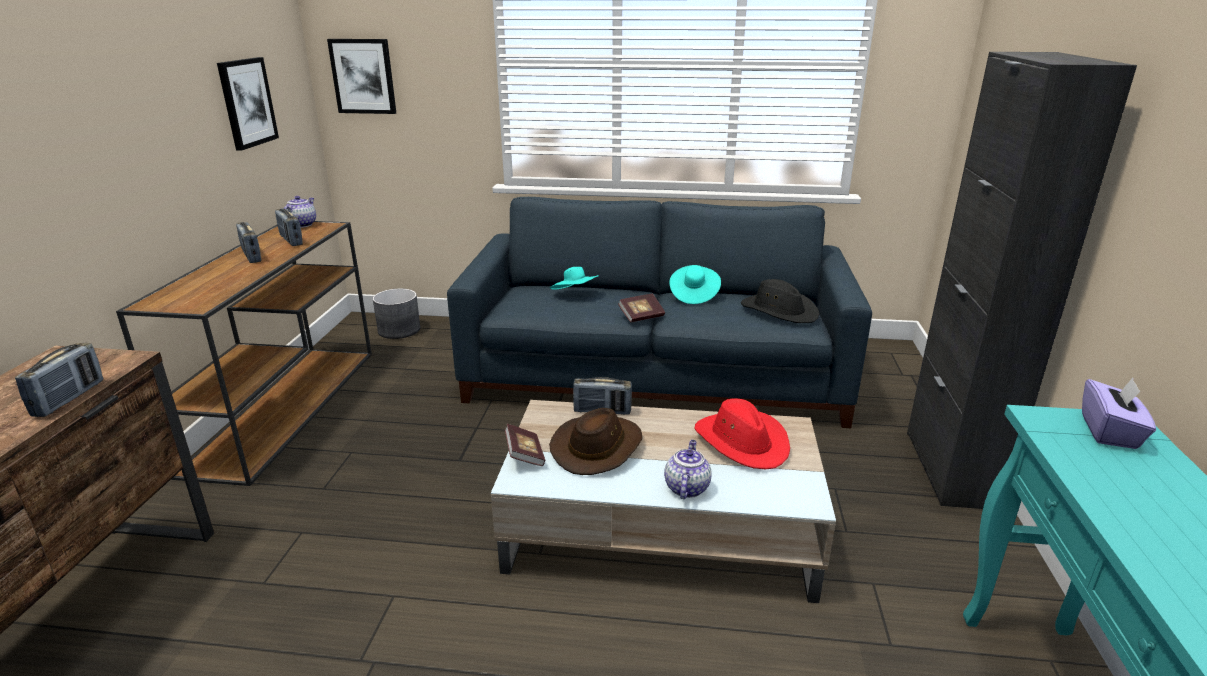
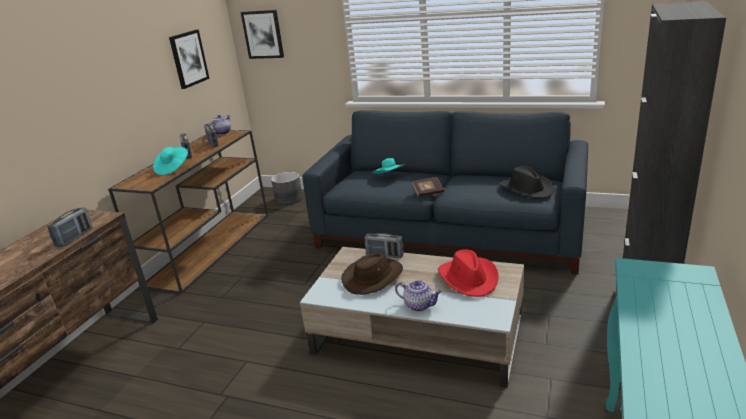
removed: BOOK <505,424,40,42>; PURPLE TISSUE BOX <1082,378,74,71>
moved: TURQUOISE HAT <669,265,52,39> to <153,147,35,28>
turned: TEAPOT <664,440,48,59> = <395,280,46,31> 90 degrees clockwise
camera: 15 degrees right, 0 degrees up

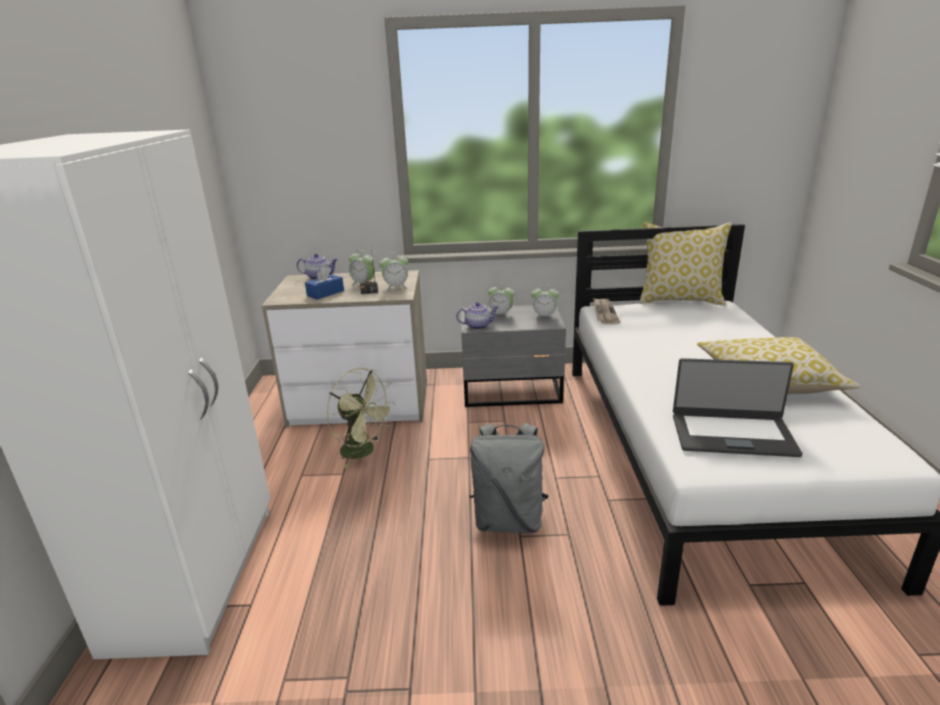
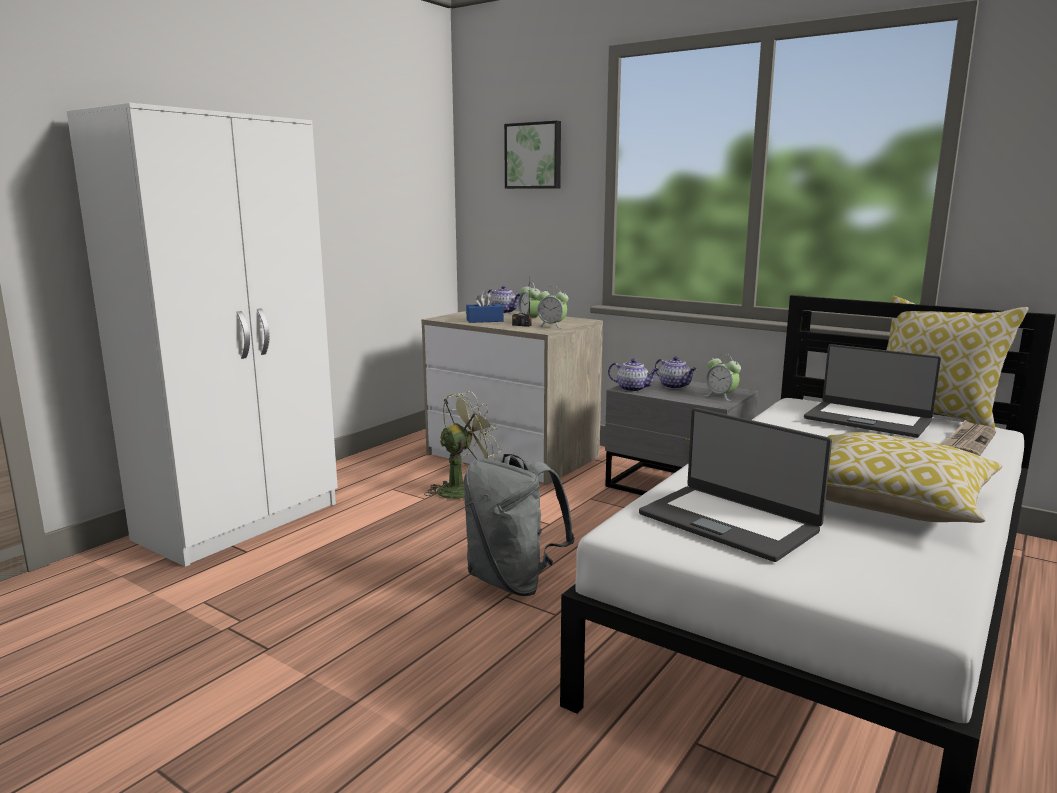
added: PICTURE <504,121,57,68>; LAPTOP <804,344,137,94>
moved: NEWSPAPER <593,298,27,26> to <942,420,54,36>
replaced: ALARM CLOCK <488,283,26,35> to TEAPOT <655,356,41,33>
turned: GREEN FAN <327,368,69,100> = <424,391,77,108> 105 degrees counterclockwise
camera: 35 degrees right, 10 degrees down

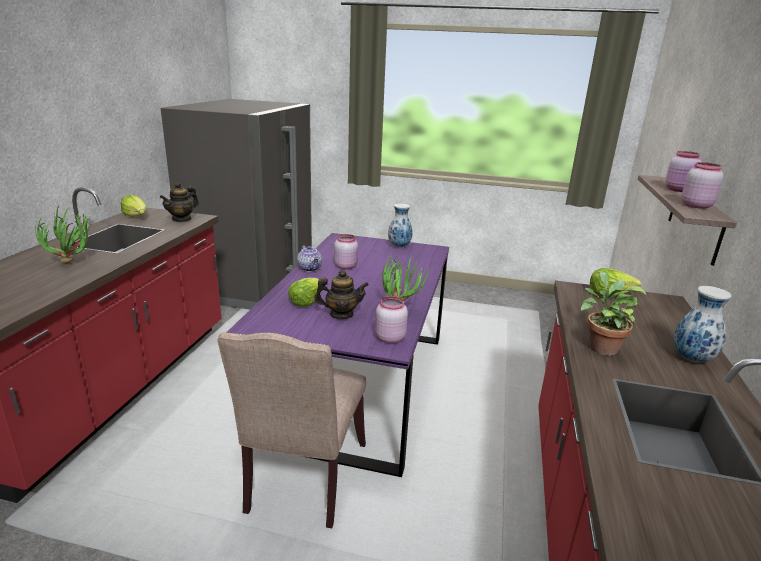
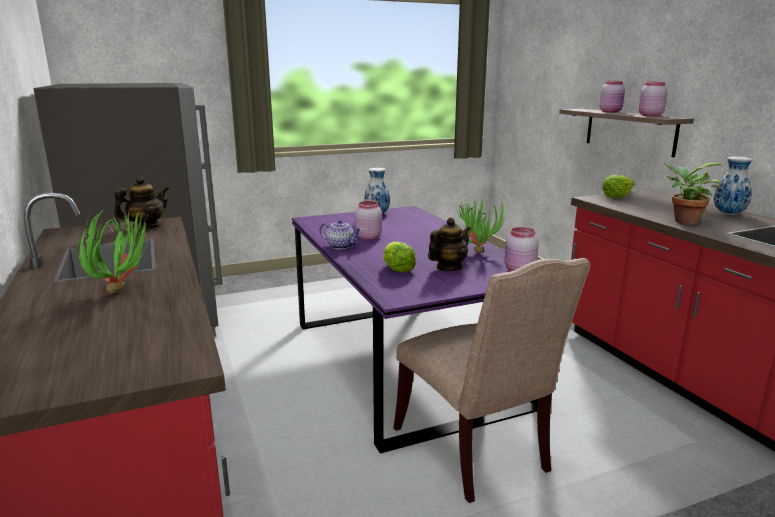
removed: LETTUCE <120,195,27,22>
turned: TEAPOT <160,182,39,40> = <114,176,55,53> 135 degrees counterclockwise
camera: 35 degrees left, 5 degrees down

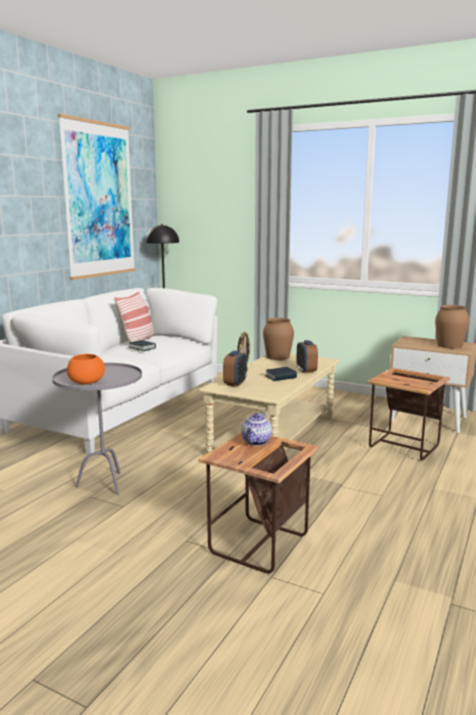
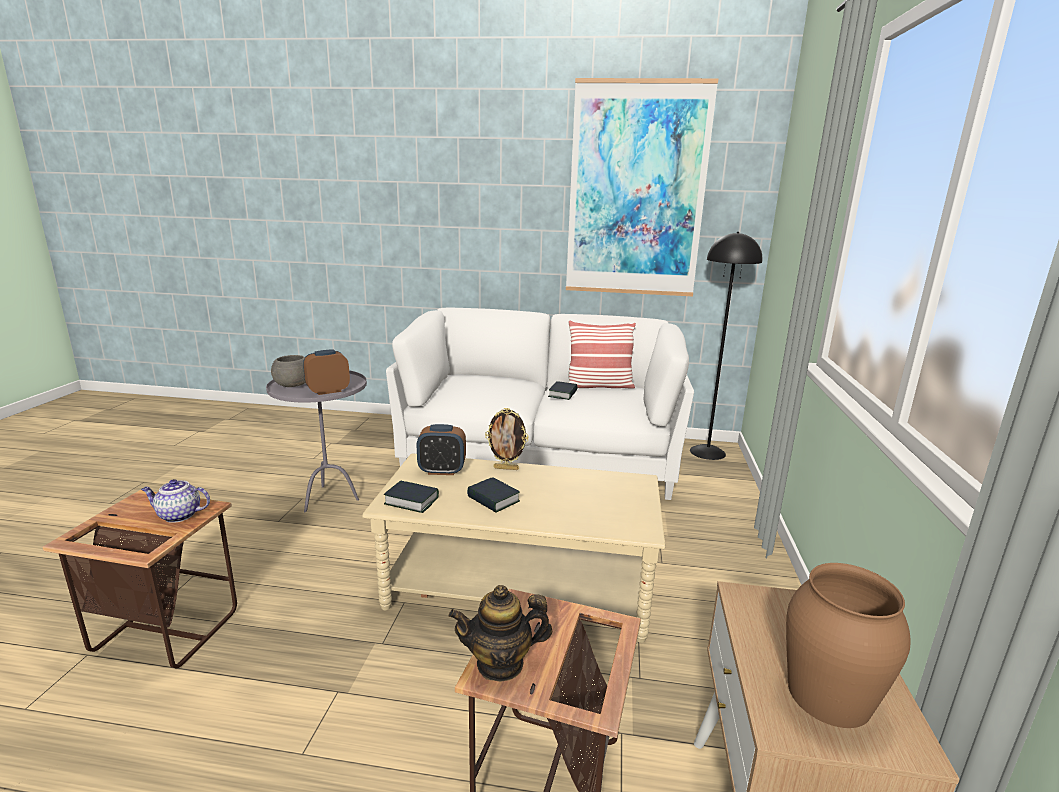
removed: BROWN VASE <263,318,31,42>
added: BOOK <384,480,55,33>; TEAPOT <449,585,103,97>
moved: ALARM CLOCK <297,340,21,33> to <303,349,47,46>
recoloured: ORANGE BOWL <67,354,38,31> to GREY BOWL <271,355,35,32>
camera: 70 degrees right, 5 degrees up

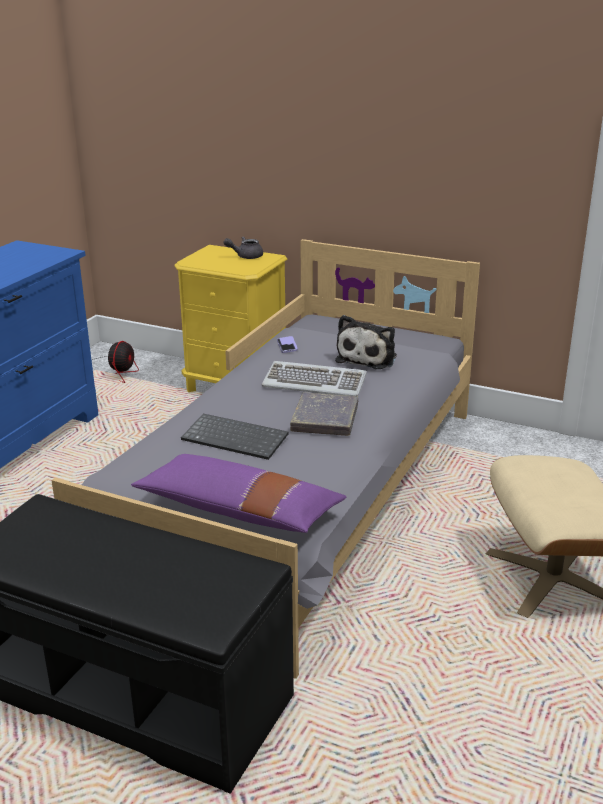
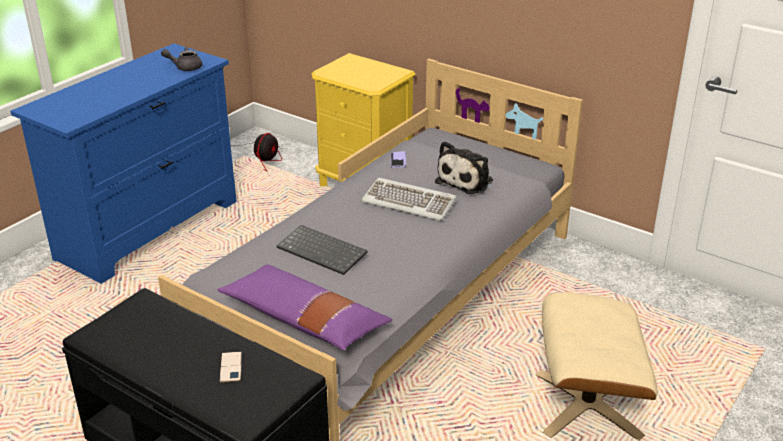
removed: GREY BOOK <290,392,68,44>
added: PHONE <220,352,22,30>
moved: GREY TEAPOT <223,236,40,23> to <161,47,41,24>
camera: 10 degrees right, 5 degrees up

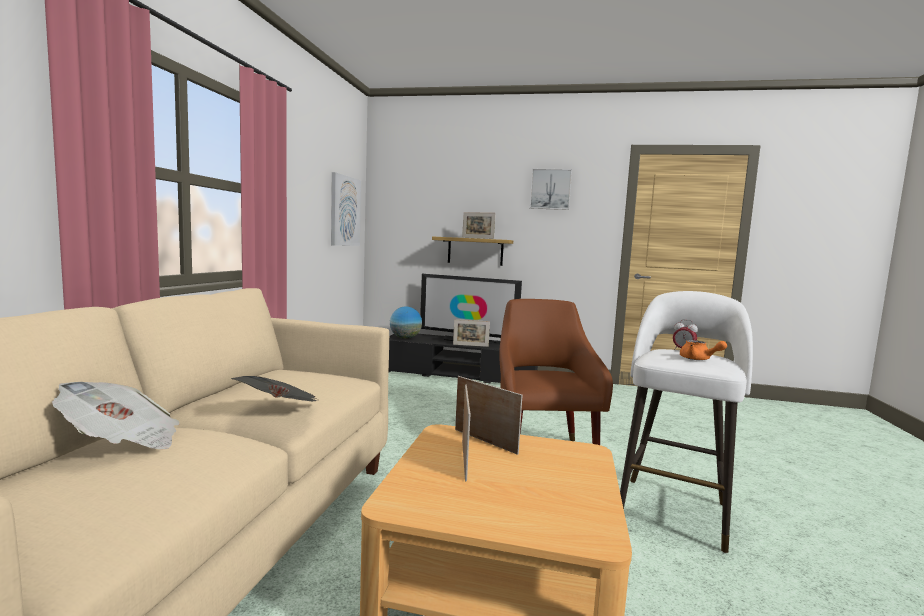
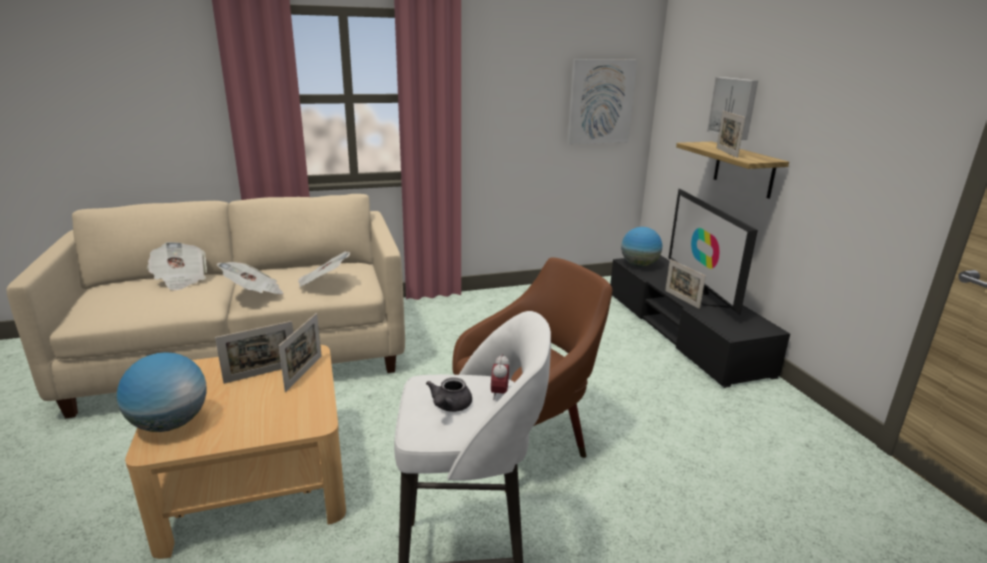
added: GLOBE <117,352,89,80>; NEWSPAPER <298,251,52,36>
moved: PICTURE <530,169,42,41> to <707,77,51,63>
recoloured: ORANGE TEAPOT <680,340,47,20> to GREY TEAPOT <426,377,46,35>
camera: 60 degrees right, 15 degrees up

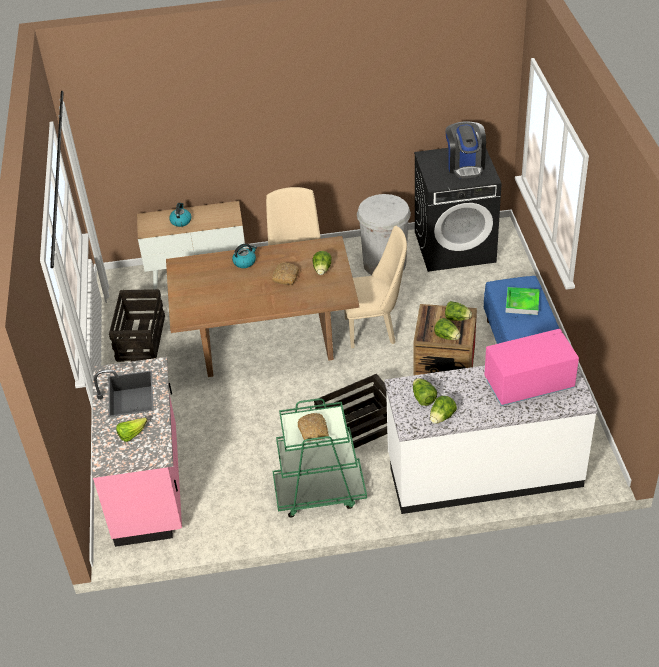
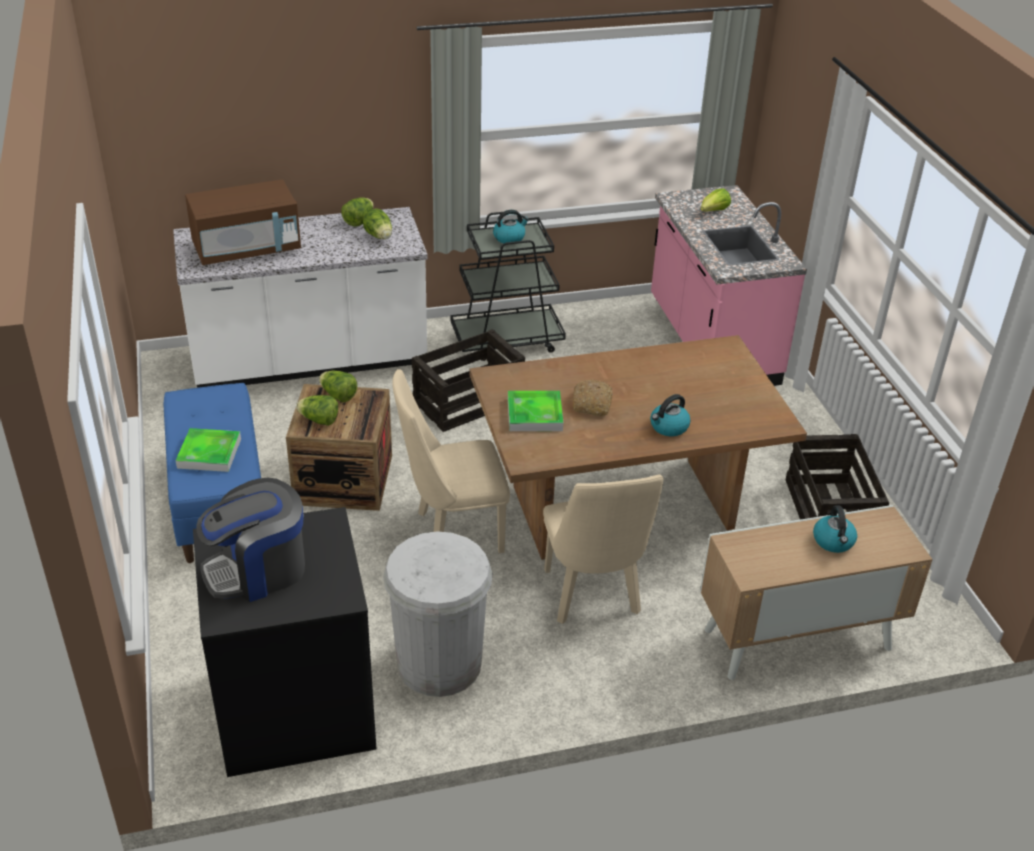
replaced: BREAD <298,413,31,29> to KETTLE <493,210,36,33>; LETTUCE <313,251,19,24> to TRAY <508,391,55,40>
recoloured: PINK MICROWAVE <484,329,95,77> to BROWN MICROWAVE <185,180,116,85>; GREEN CART <273,398,94,119> to BLACK CART <451,212,115,149>
turned: COFFEE MACHINE <446,121,40,57> = <196,477,109,125> 105 degrees counterclockwise
camera: 170 degrees right, 5 degrees down

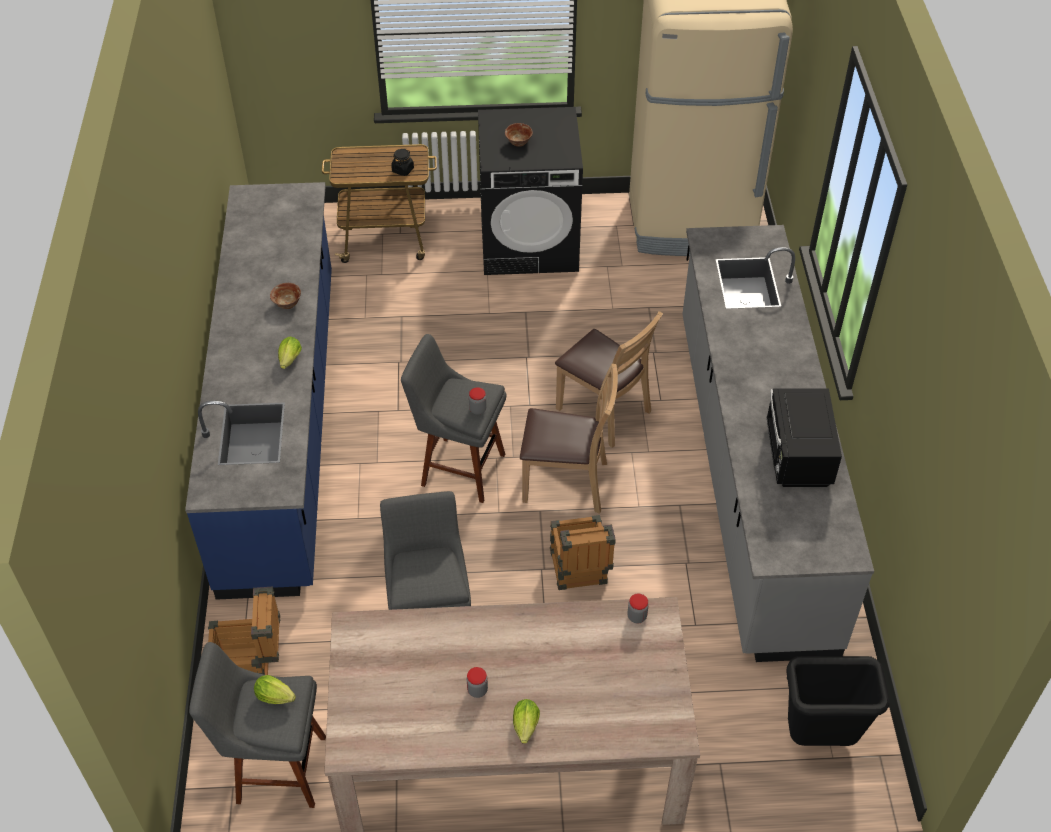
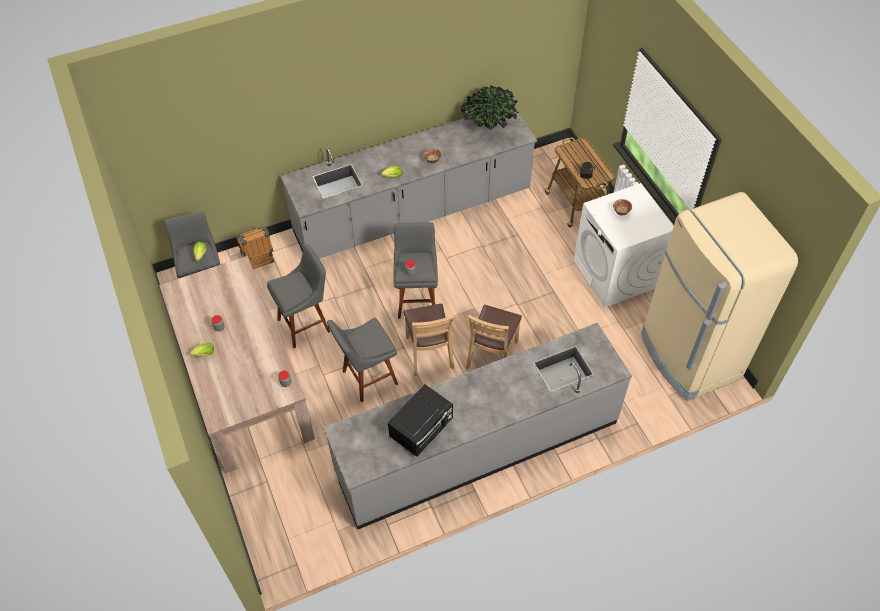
removed: BLACK TRASH CAN <786,656,104,90>
added: POTTED PLANT <461,85,57,45>
replaced: CRATE <550,515,66,75> to GREY STOOL <327,318,71,84>
recoloured: BLUE COUNTER <185,182,147,418> to GREY COUNTER <280,112,257,147>; BLACK WASHING MACHINE <478,107,105,168> to WHITE WASHING MACHINE <574,183,100,124>
turned: BLACK MICROWAVE <766,389,76,98> = <388,384,65,73> 150 degrees clockwise
camera: 70 degrees right, 5 degrees up

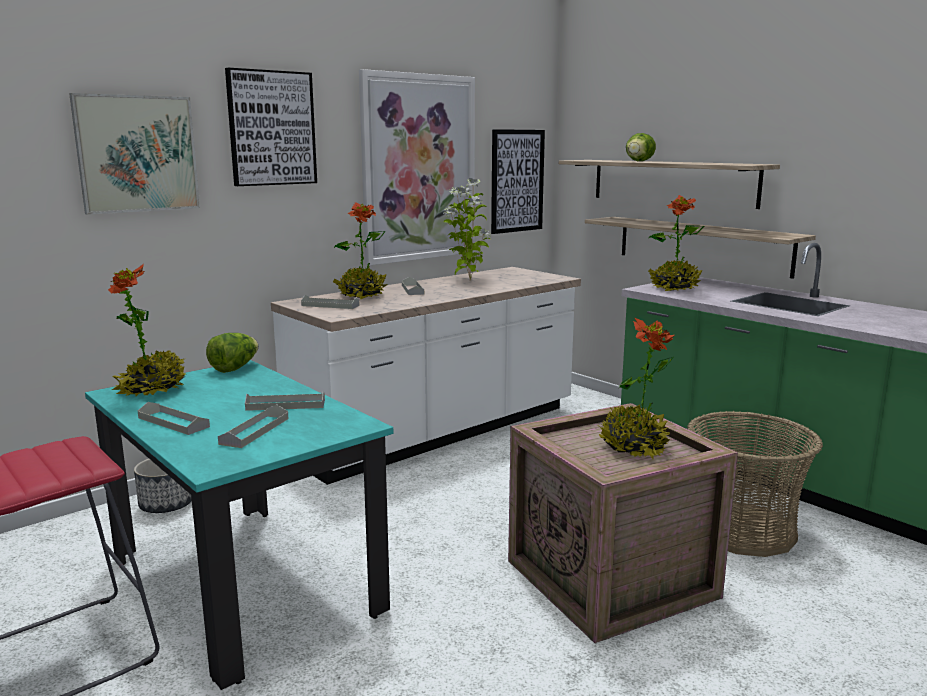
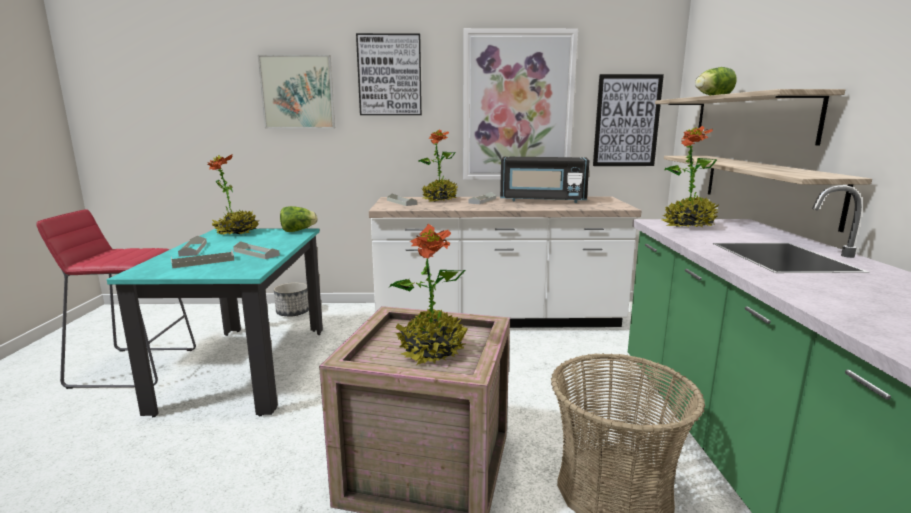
replaced: POTTED PLANT <443,178,48,103> to BLACK MICROWAVE <500,157,90,46>
camera: 40 degrees right, 0 degrees up

